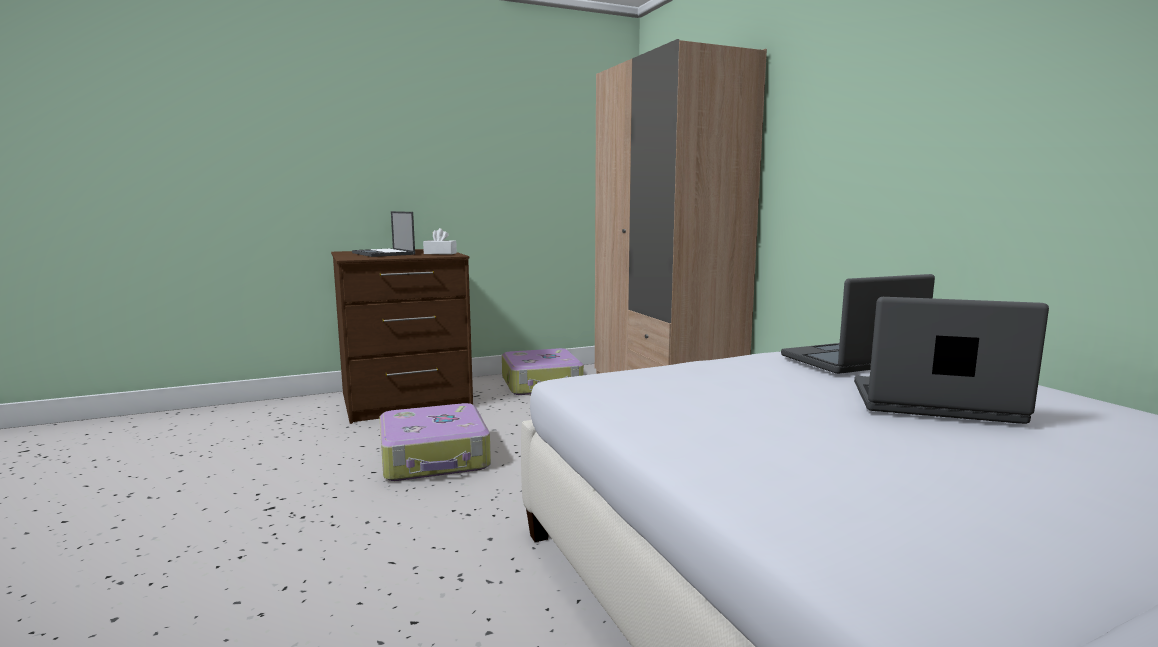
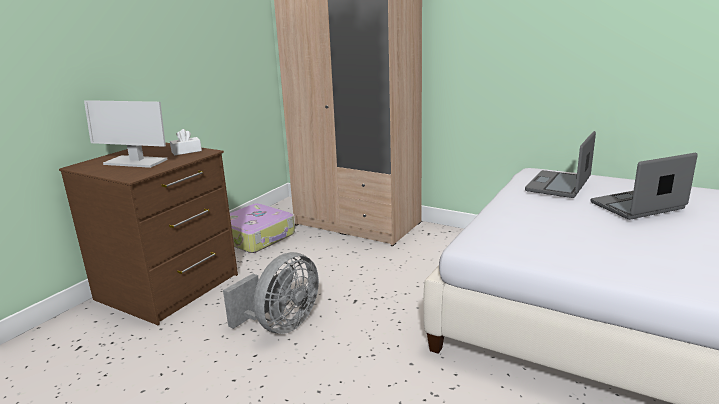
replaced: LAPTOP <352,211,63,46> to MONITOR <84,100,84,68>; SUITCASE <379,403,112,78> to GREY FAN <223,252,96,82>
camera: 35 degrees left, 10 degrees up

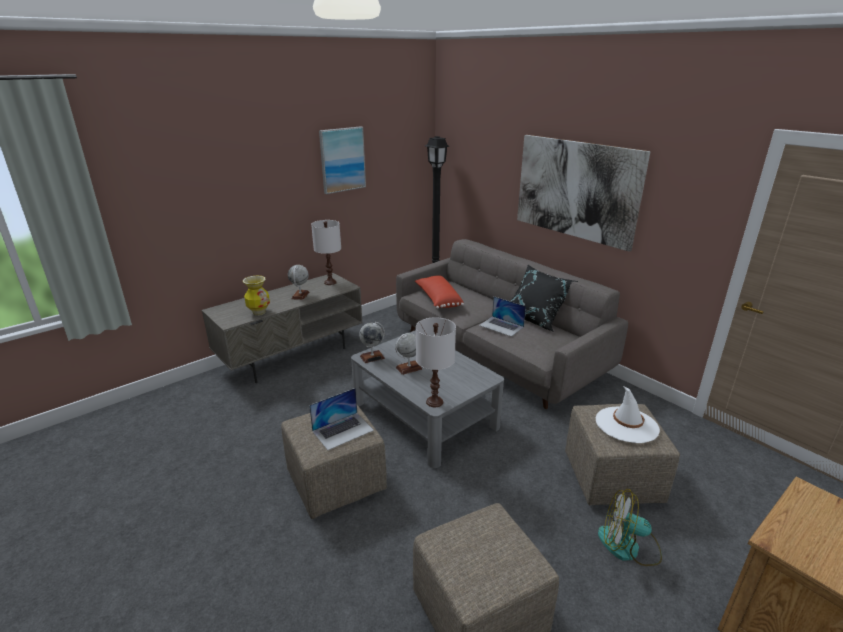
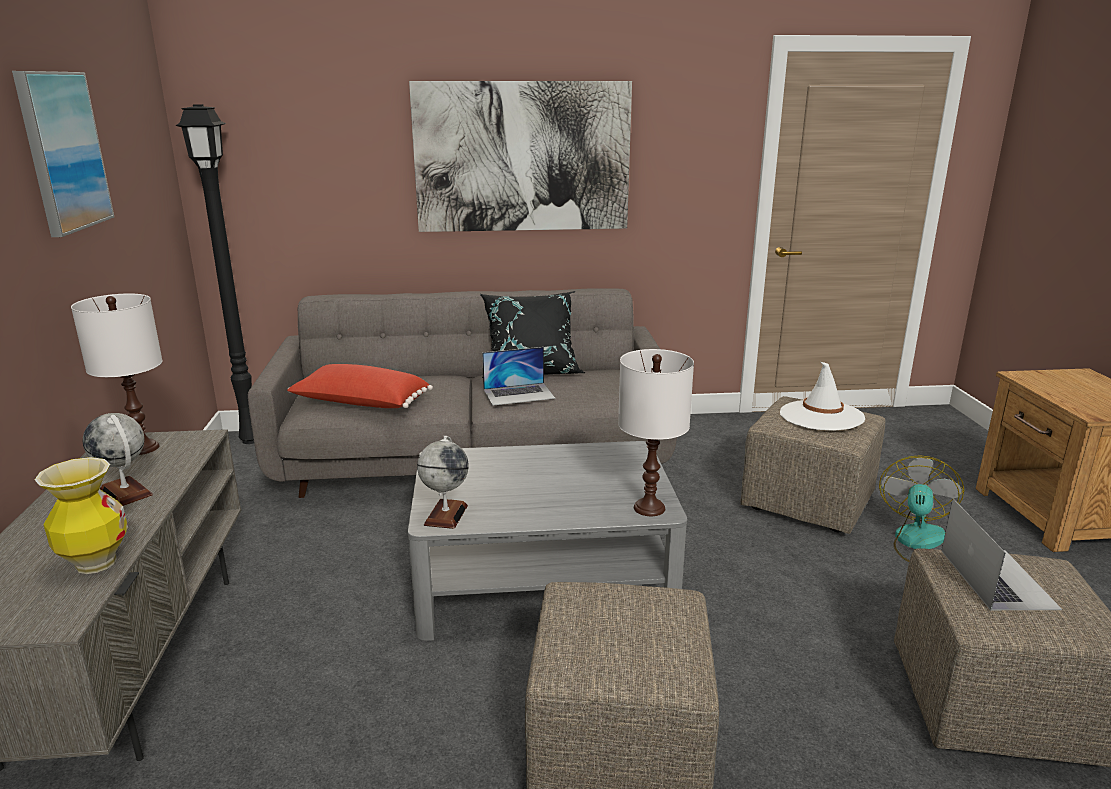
removed: GLOBE <395,333,27,42>
moved: LAPTOP <309,388,65,62> to <942,498,120,112>
turned: FAN <598,489,64,77> = <879,455,85,107> 150 degrees clockwise
camera: 55 degrees left, 5 degrees down

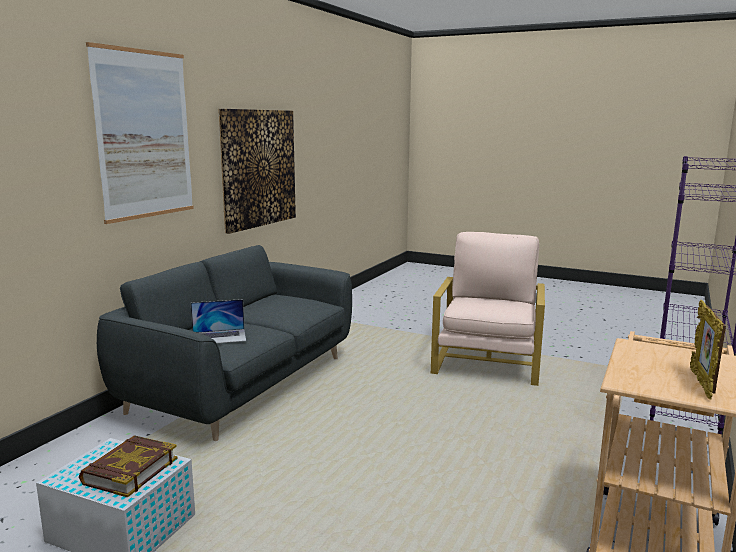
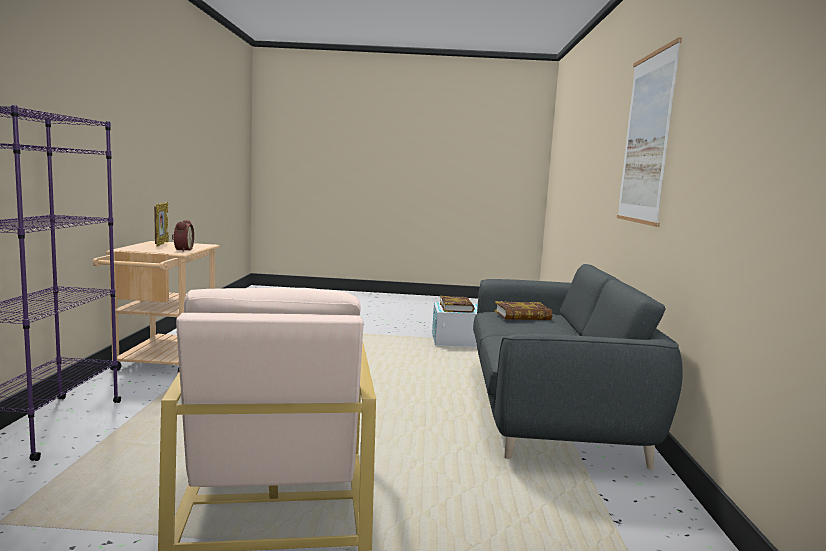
removed: PICTURE <218,109,78,125>
added: ALARM CLOCK <172,220,22,31>
replaced: LAPTOP <191,299,55,44> to BOOK <494,301,59,19>
camera: 155 degrees right, 5 degrees down

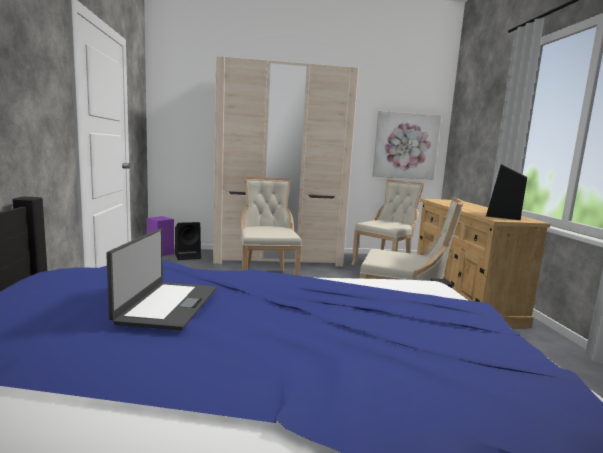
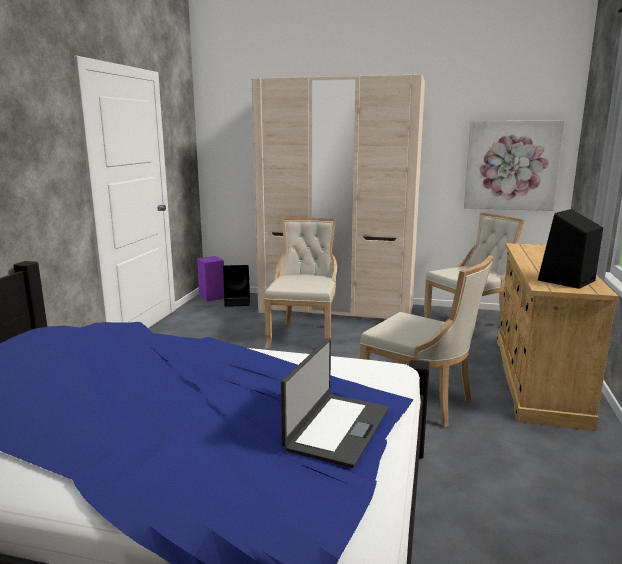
moved: LAPTOP <106,228,110,102> to <281,338,107,130>
camera: 20 degrees right, 5 degrees up

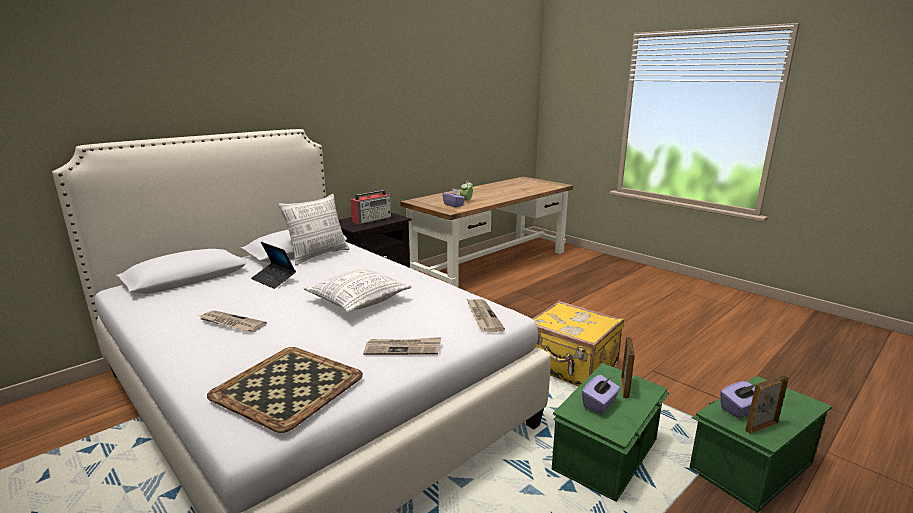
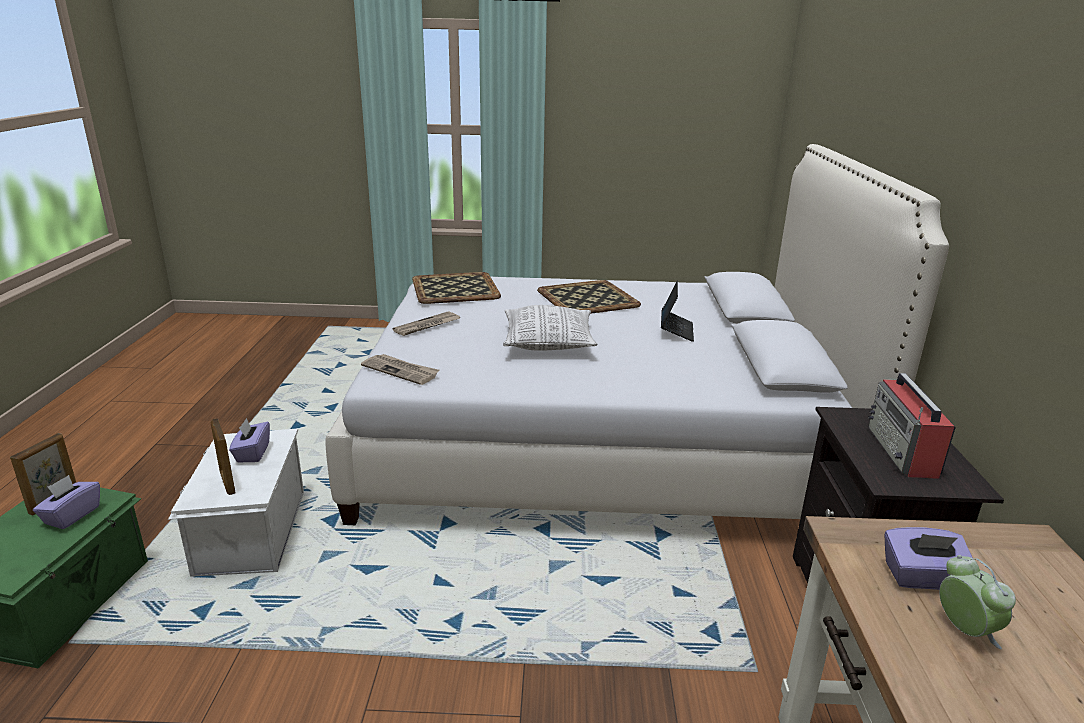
removed: PILLOW <278,194,71,71>; YELLOW SUITCASE <532,301,92,86>
replaced: NEWSPAPER <198,311,69,21> to TRAY <537,280,104,34>
recoloured: GREEN STORAGE BOX <552,363,118,139> to WHITE STORAGE BOX <168,428,136,149>
turned: LAPTOP <251,242,45,47> = <661,281,33,61> 105 degrees clockwise
camera: 135 degrees right, 5 degrees up

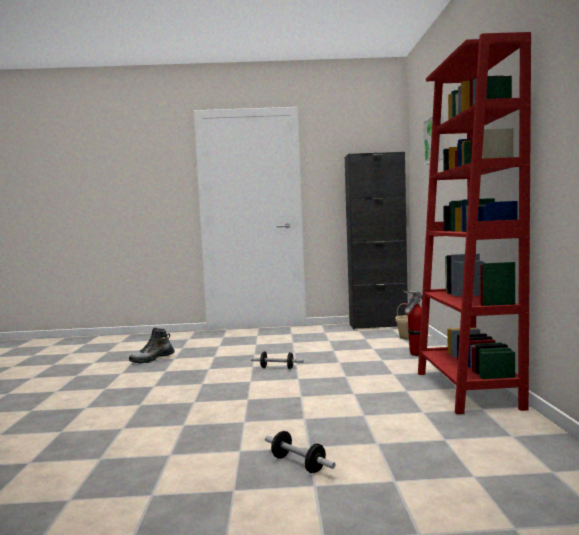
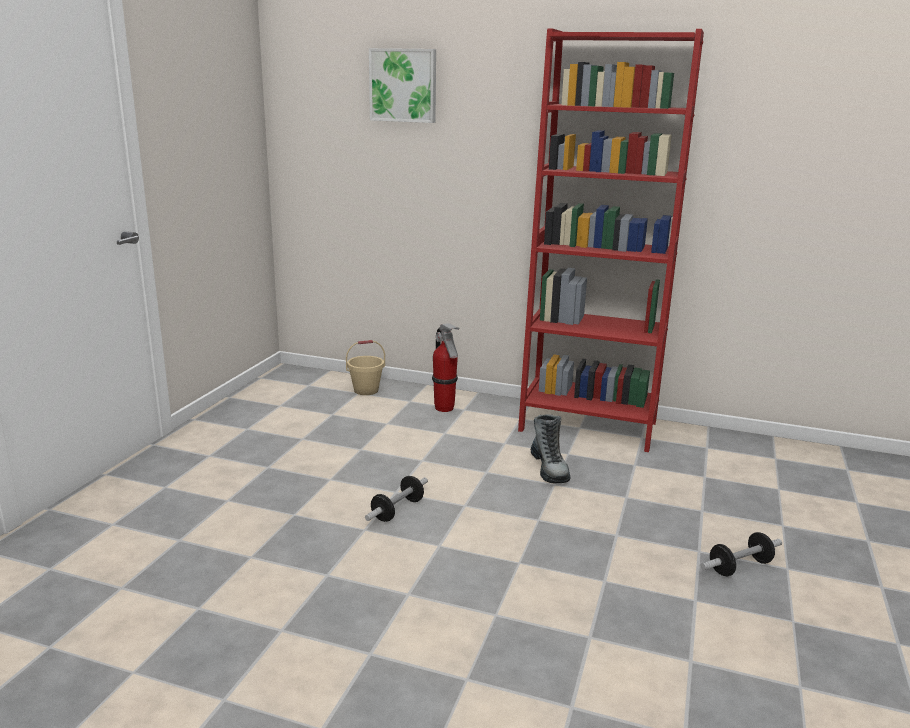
removed: BLACK CABINET <345,152,63,177>
moved: BOOT <129,328,46,35> to <530,414,40,70>
camera: 70 degrees left, 15 degrees up

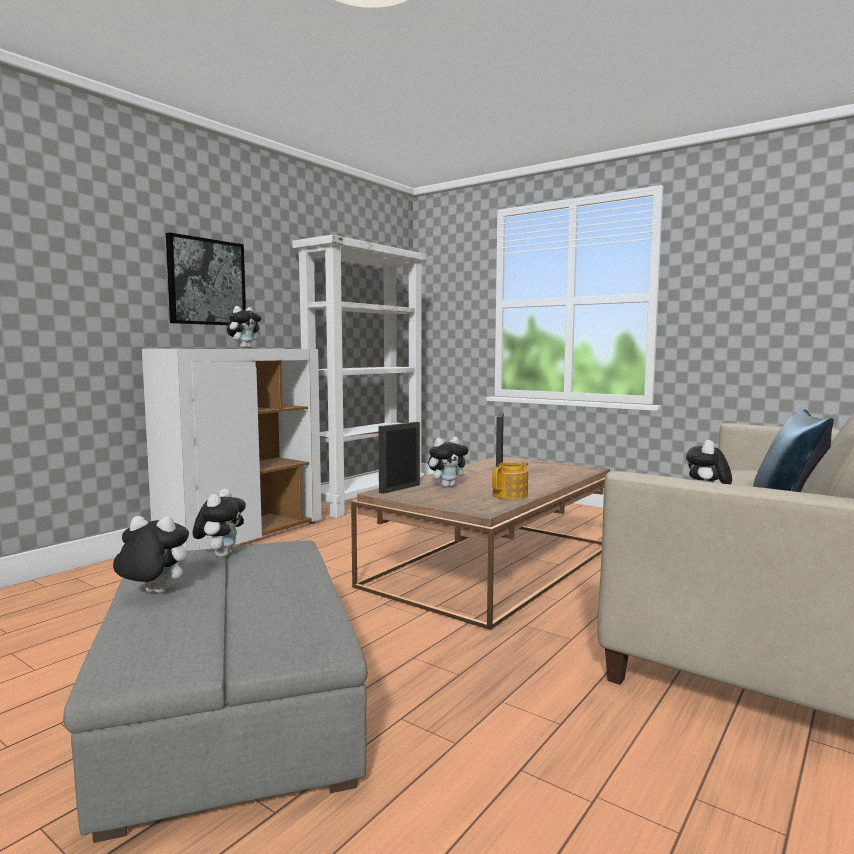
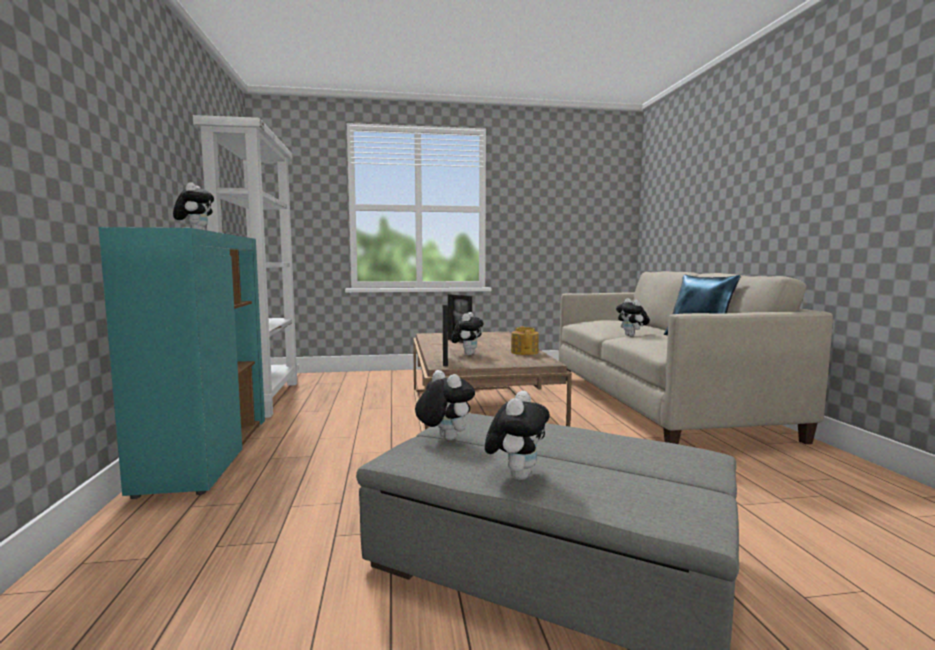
removed: PICTURE <166,232,80,93>
recoloured: WHITE CABINET <142,349,179,202> to TURQUOISE CABINET <99,227,166,272>
turned: PLUSH TOY <113,516,76,77> = <485,391,65,89> 150 degrees clockwise
camera: 45 degrees left, 0 degrees up

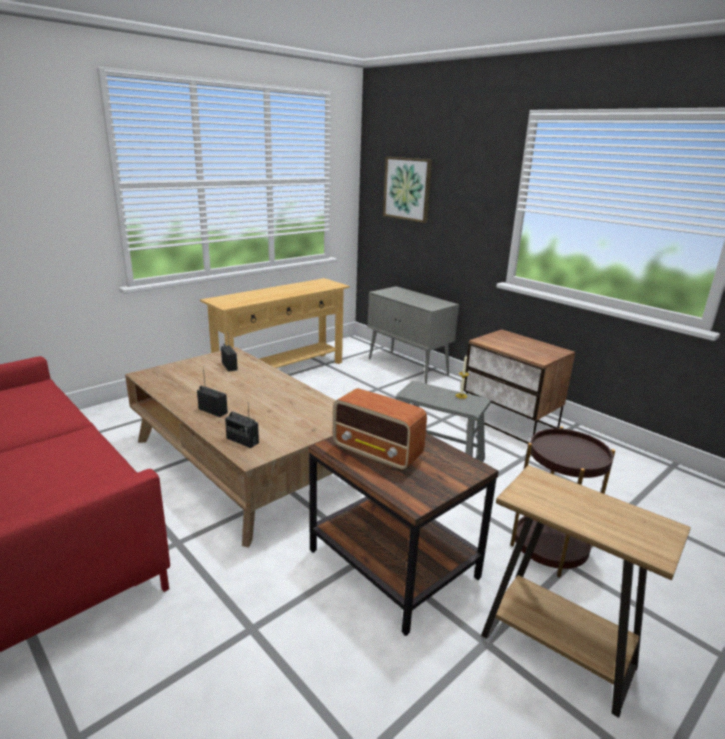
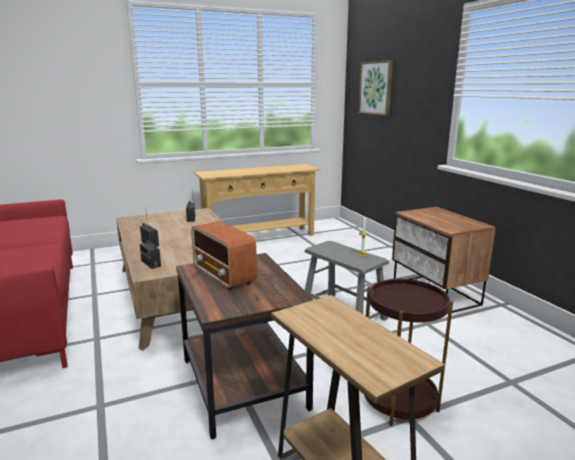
removed: GREY CABINET <368,286,91,97>
camera: 20 degrees right, 5 degrees down

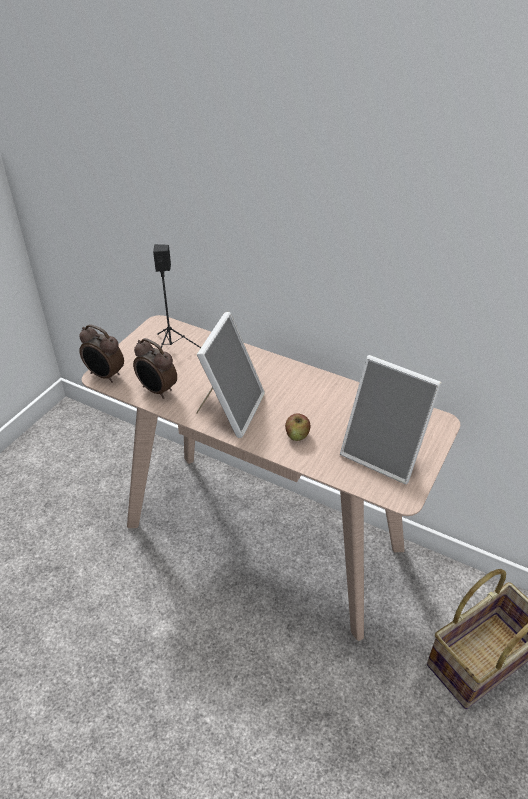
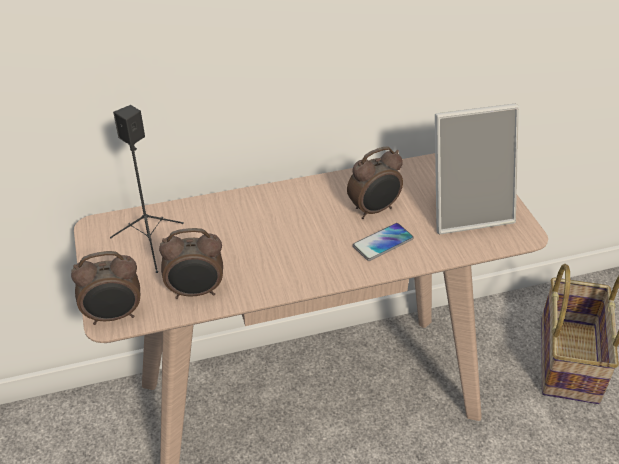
removed: PICTURE FRAME <196,312,69,126>
added: ALARM CLOCK <347,146,56,73>
replaced: APPLE <285,413,25,28> to PHONE <353,223,61,38>
camera: 45 degrees left, 0 degrees up

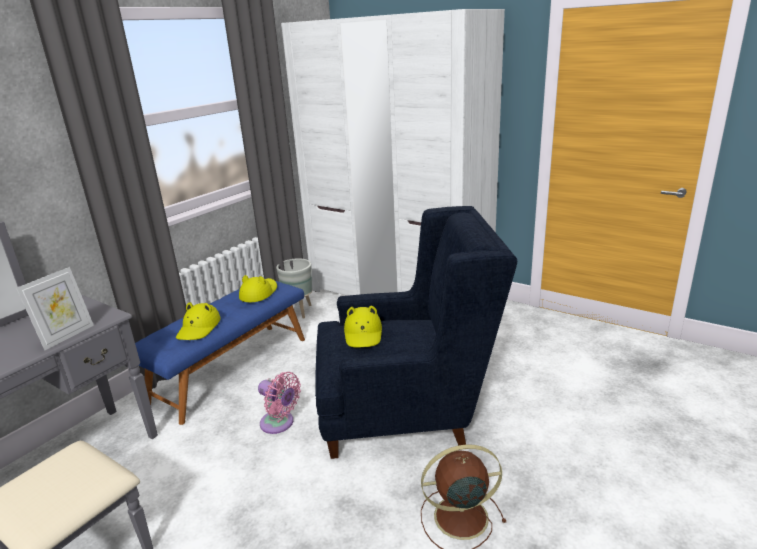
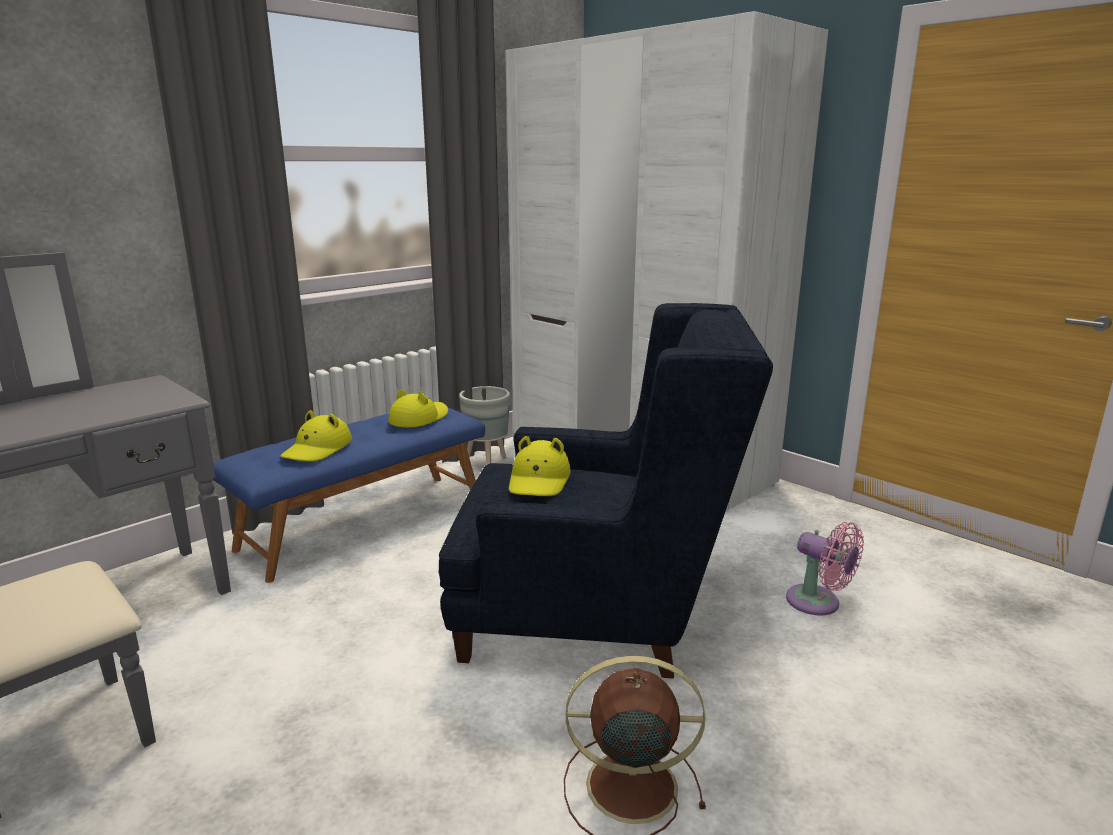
removed: PICTURE FRAME <16,267,78,83>
moved: PINK FAN <258,372,43,62> to <786,522,78,94>
camera: 10 degrees right, 5 degrees down

